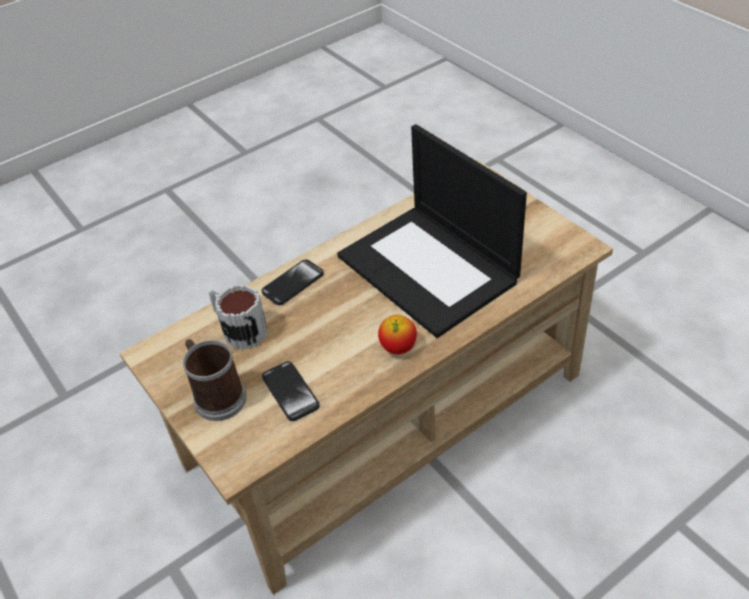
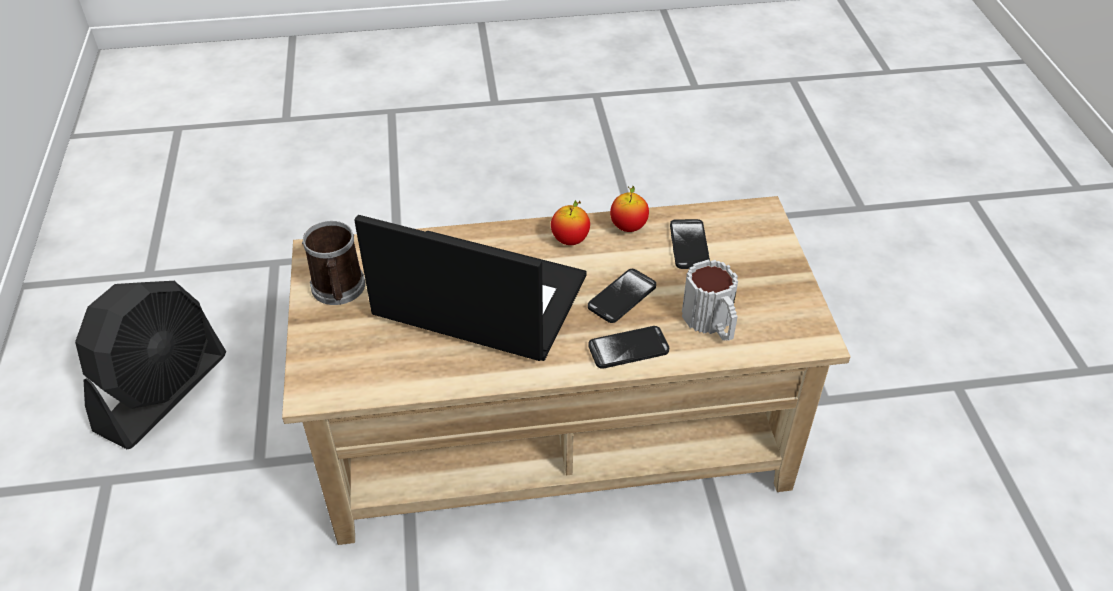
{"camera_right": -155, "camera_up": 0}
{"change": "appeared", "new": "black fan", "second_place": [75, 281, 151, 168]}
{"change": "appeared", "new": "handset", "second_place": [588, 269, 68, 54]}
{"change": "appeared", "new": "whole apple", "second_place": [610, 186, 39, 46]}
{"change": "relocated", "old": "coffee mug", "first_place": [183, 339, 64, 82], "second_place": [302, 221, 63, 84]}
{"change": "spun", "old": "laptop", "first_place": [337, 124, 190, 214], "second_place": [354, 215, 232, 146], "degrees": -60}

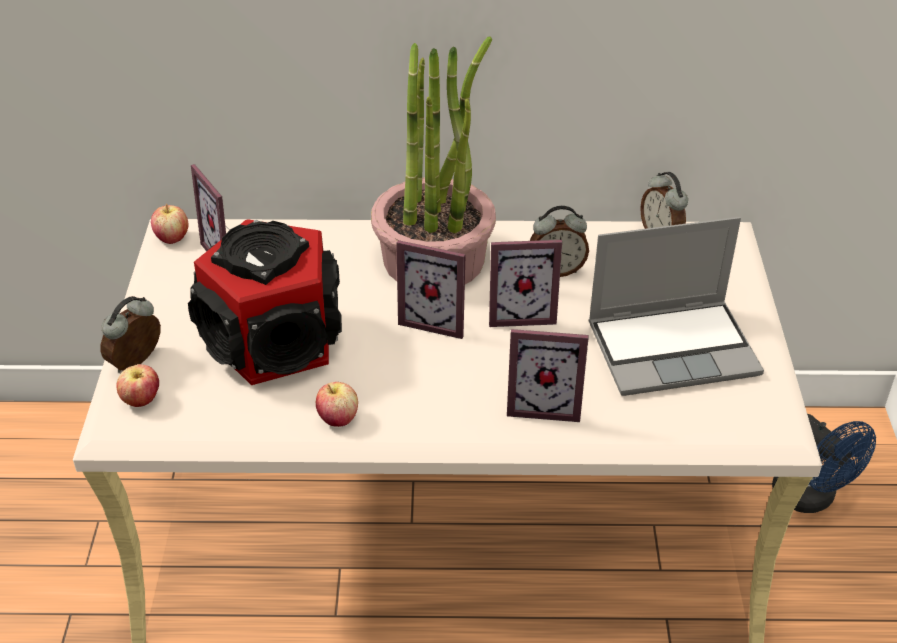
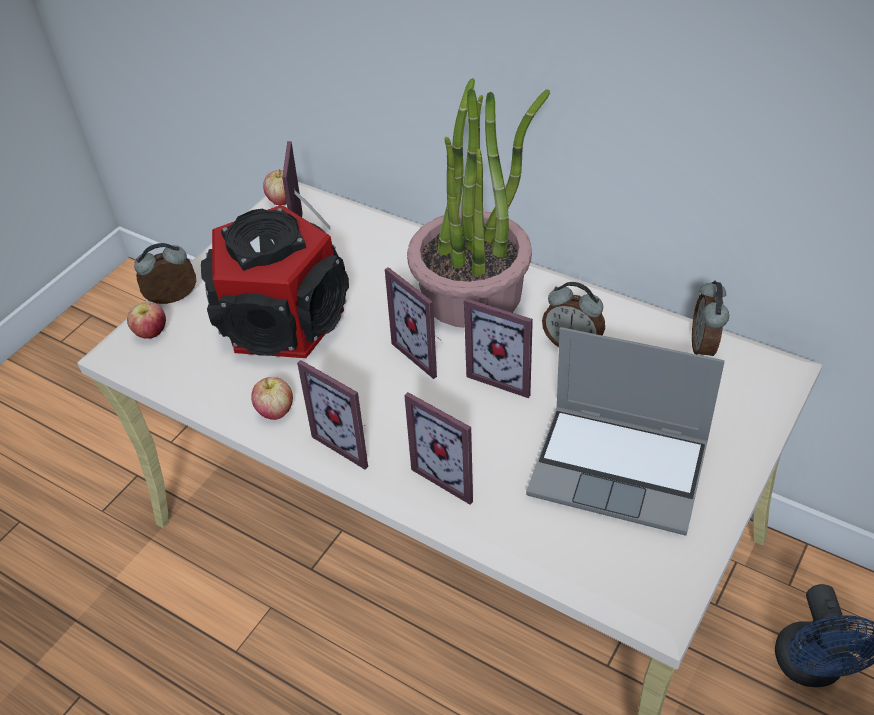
{"camera_right": 35, "camera_up": 5}
{"change": "appeared", "new": "photo frame", "second_place": [297, 360, 71, 110]}

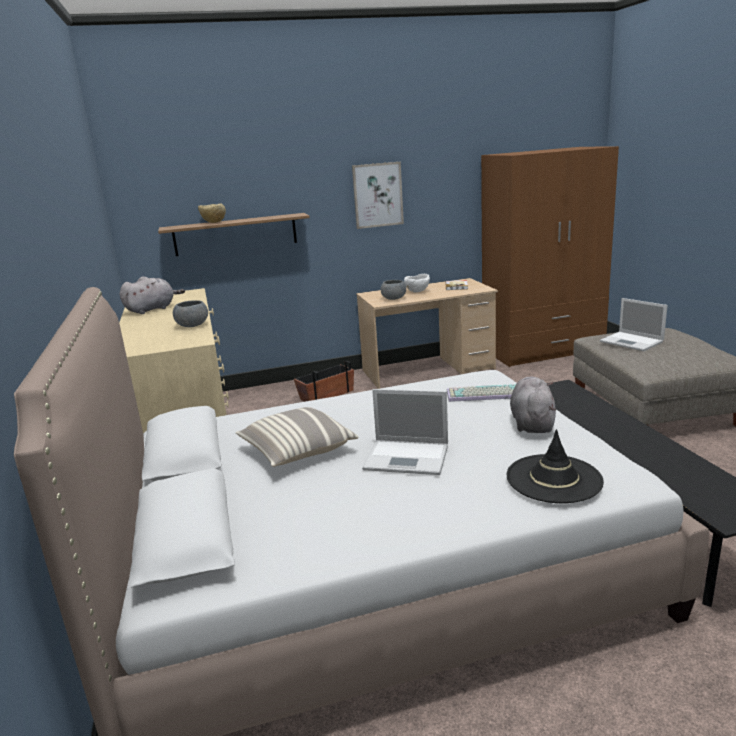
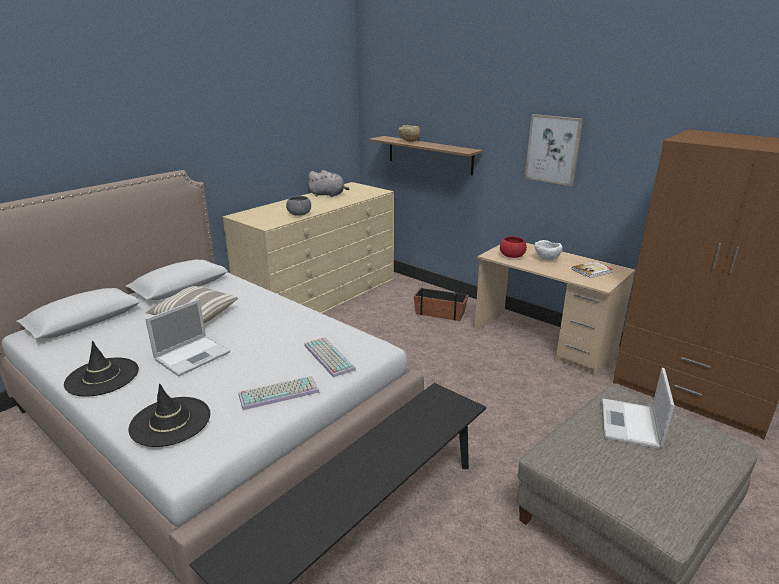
{"camera_right": 55, "camera_up": 5}
{"change": "appeared", "new": "black hat", "second_place": [64, 341, 75, 56]}
{"change": "exchanged", "old": "gray cuddly toy", "new": "PC keyboard", "first_place": [510, 377, 46, 56], "second_place": [239, 376, 80, 34]}
{"change": "colour", "old": "gray serving bowl", "new": "reddish serving bowl", "first_place": [381, 280, 25, 20], "second_place": [500, 236, 27, 22]}
{"change": "spun", "old": "laptop", "first_place": [362, 389, 86, 86], "second_place": [145, 299, 85, 77], "degrees": -120}

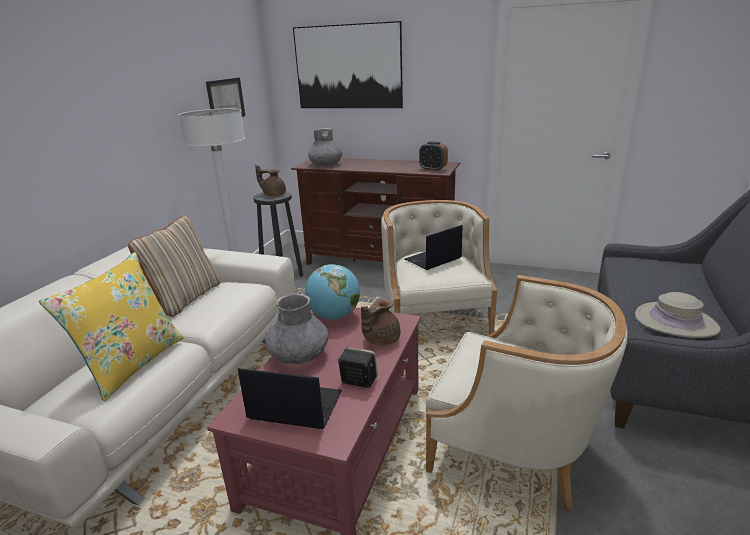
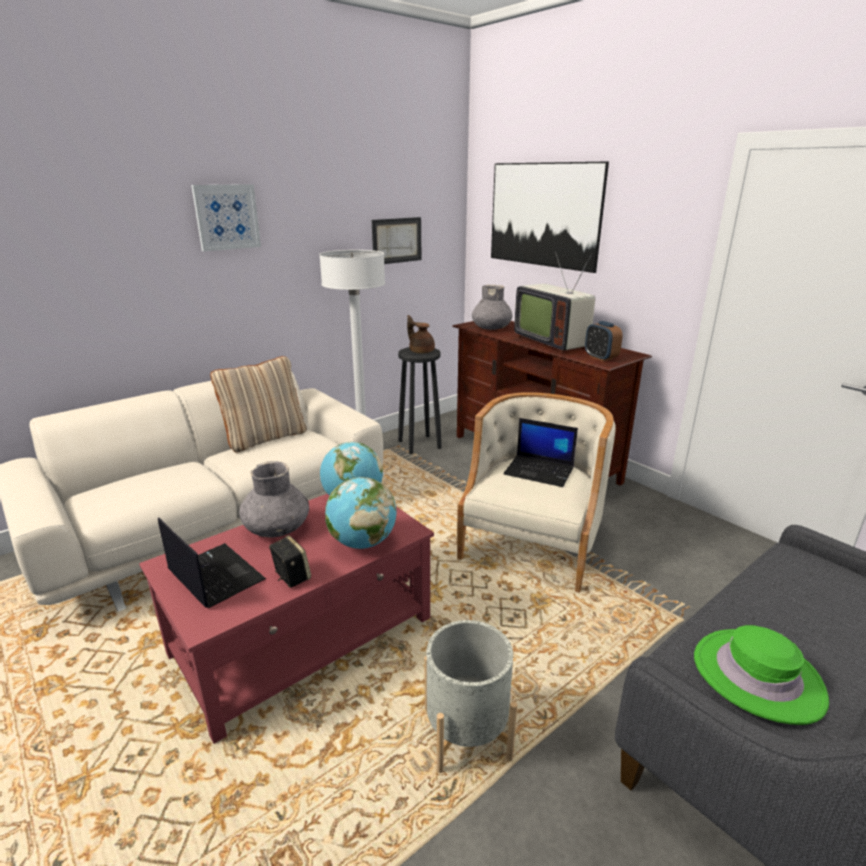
{"camera_right": 30, "camera_up": 0}
{"change": "missing", "old": "yellowish pillow", "first_place": [39, 252, 145, 150]}
{"change": "appeared", "new": "wall picture", "second_place": [191, 184, 70, 67]}
{"change": "appeared", "new": "TV set", "second_place": [514, 252, 81, 102]}
{"change": "exchanged", "old": "brownish teapot", "new": "world globe", "first_place": [361, 299, 39, 47], "second_place": [325, 477, 71, 72]}
{"change": "exchanged", "old": "beige armchair", "new": "gray plant pot", "first_place": [426, 275, 202, 237], "second_place": [424, 620, 93, 153]}
{"change": "colour", "old": "beige hat", "new": "green hat", "first_place": [635, 292, 86, 46], "second_place": [694, 625, 135, 100]}
{"change": "spun", "old": "laptop", "first_place": [405, 225, 57, 45], "second_place": [503, 418, 75, 69], "degrees": -150}

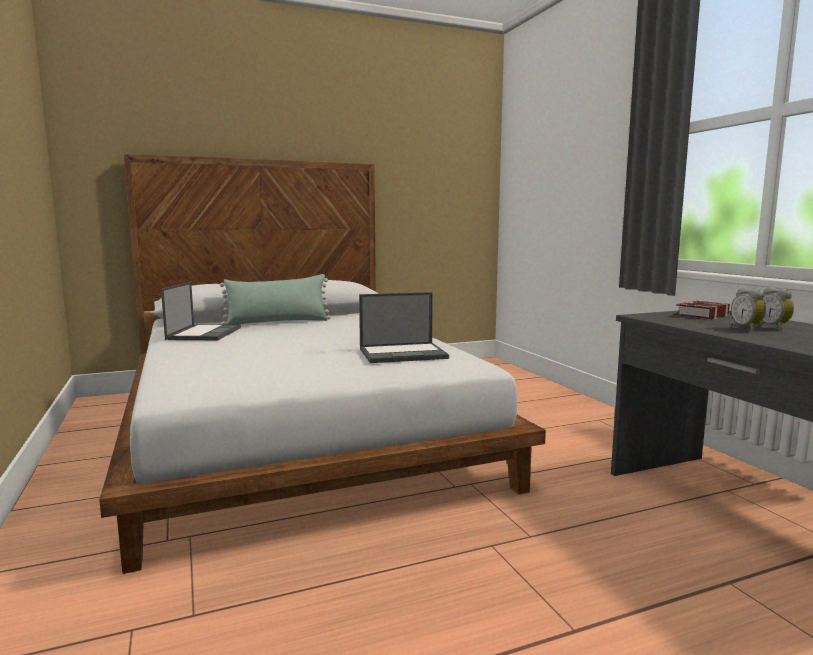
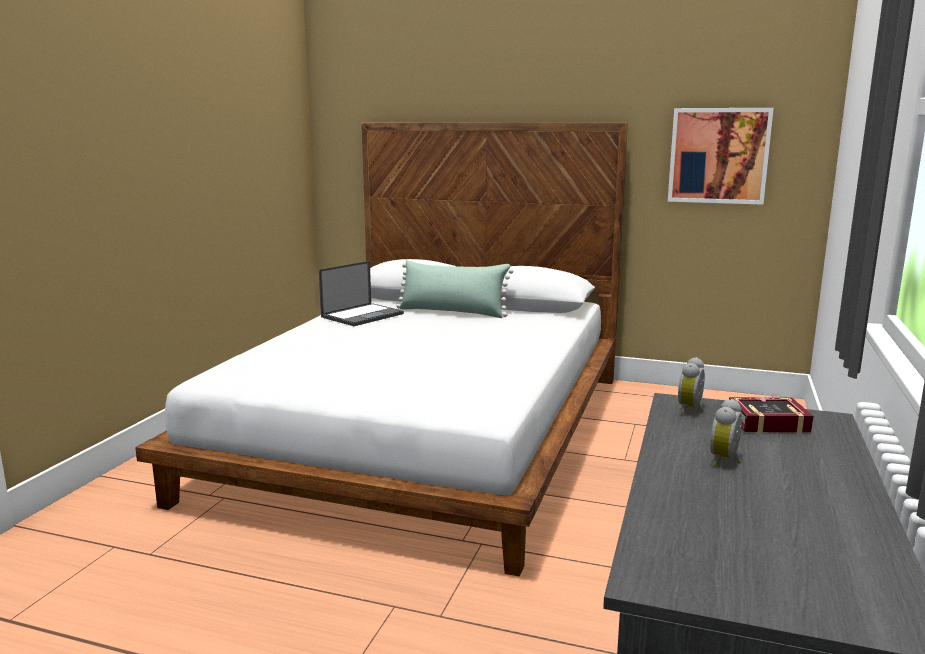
{"camera_right": 40, "camera_up": 5}
{"change": "missing", "old": "laptop", "first_place": [359, 292, 90, 71]}
{"change": "appeared", "new": "wall picture", "second_place": [668, 108, 106, 97]}
{"change": "relocated", "old": "alarm clock", "first_place": [760, 287, 34, 43], "second_place": [678, 357, 27, 57]}

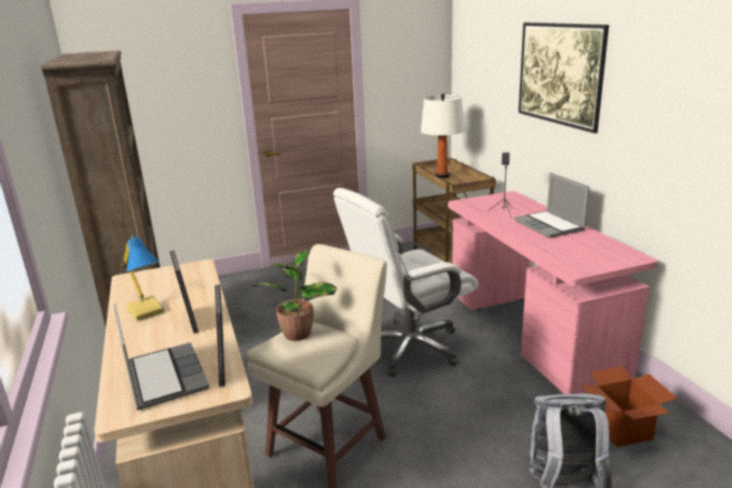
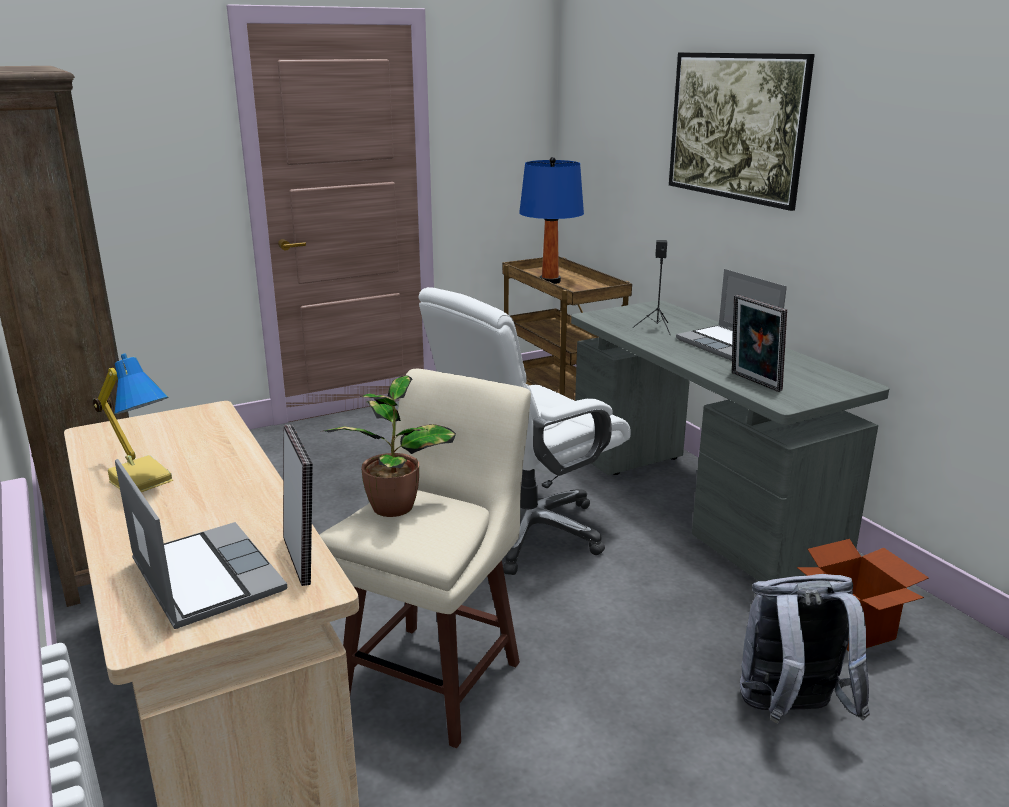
{"camera_right": -10, "camera_up": 0}
{"change": "relocated", "old": "photo frame", "first_place": [170, 250, 29, 83], "second_place": [732, 295, 55, 97]}
{"change": "colour", "old": "white-coloured lamp for a table", "new": "bluish lamp for a table", "first_place": [421, 93, 44, 85], "second_place": [519, 157, 65, 127]}
{"change": "colour", "old": "pink-coloured desk unit", "new": "gray desk unit", "first_place": [448, 191, 209, 203], "second_place": [571, 300, 319, 281]}

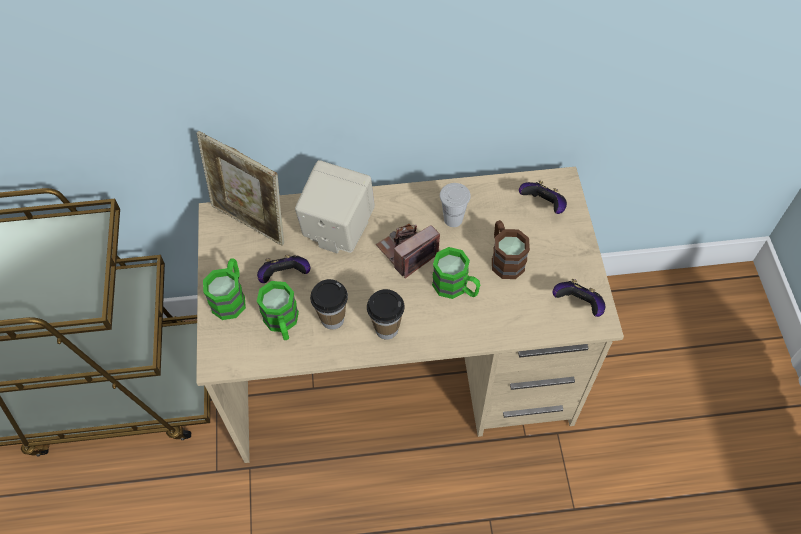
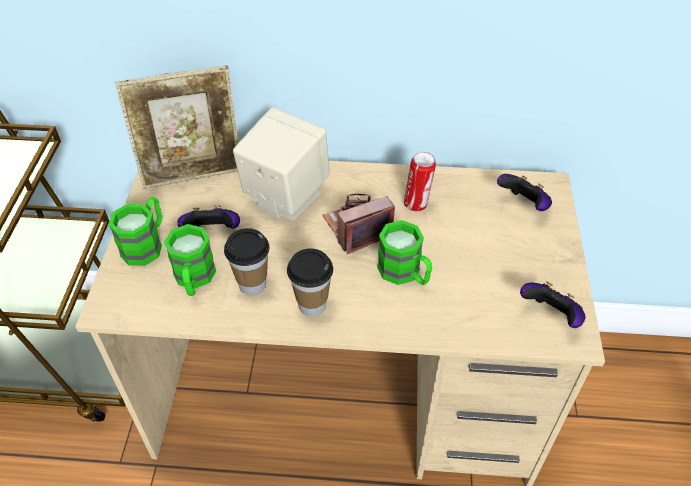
{"camera_right": 10, "camera_up": -10}
{"change": "missing", "old": "brownish coffee mug", "first_place": [492, 220, 38, 59]}
{"change": "exchanged", "old": "white-coloured cup", "new": "can", "first_place": [440, 183, 31, 44], "second_place": [404, 152, 32, 60]}
{"change": "spun", "old": "photo frame", "first_place": [197, 131, 87, 115], "second_place": [115, 65, 123, 124], "degrees": -60}

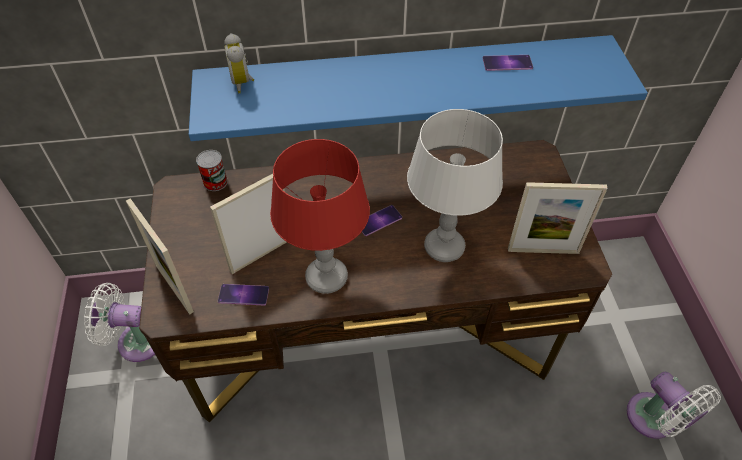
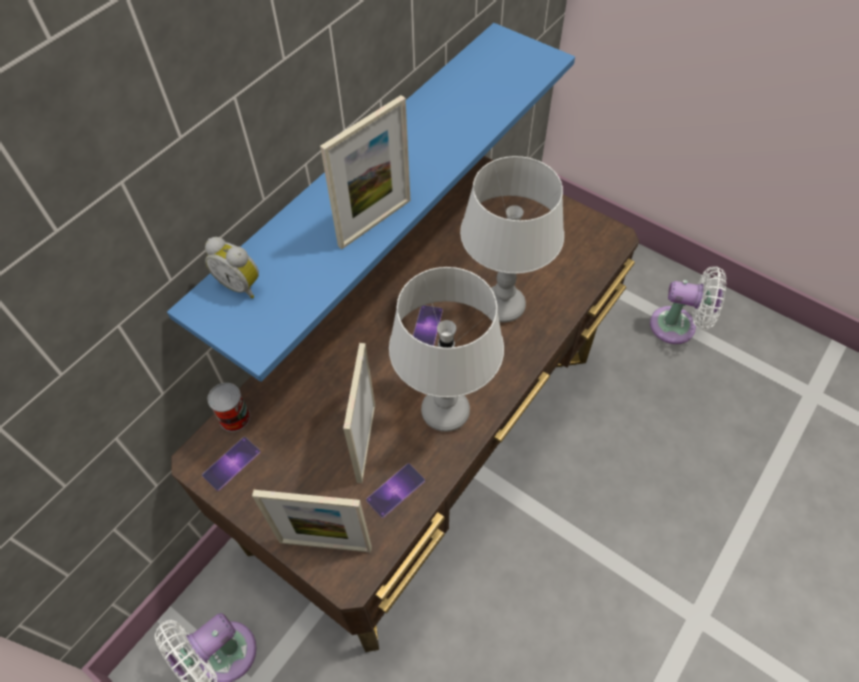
{"camera_right": -45, "camera_up": 5}
{"change": "relocated", "old": "handset", "first_place": [483, 55, 50, 16], "second_place": [202, 437, 58, 54]}
{"change": "relocated", "old": "photo frame", "first_place": [508, 182, 100, 72], "second_place": [320, 95, 91, 154]}
{"change": "colour", "old": "reddish lamp for a table", "new": "gray lamp for a table", "first_place": [270, 139, 100, 155], "second_place": [389, 267, 115, 165]}

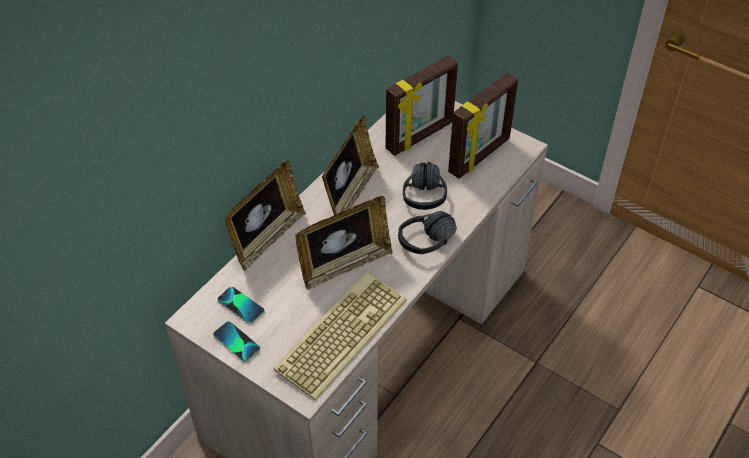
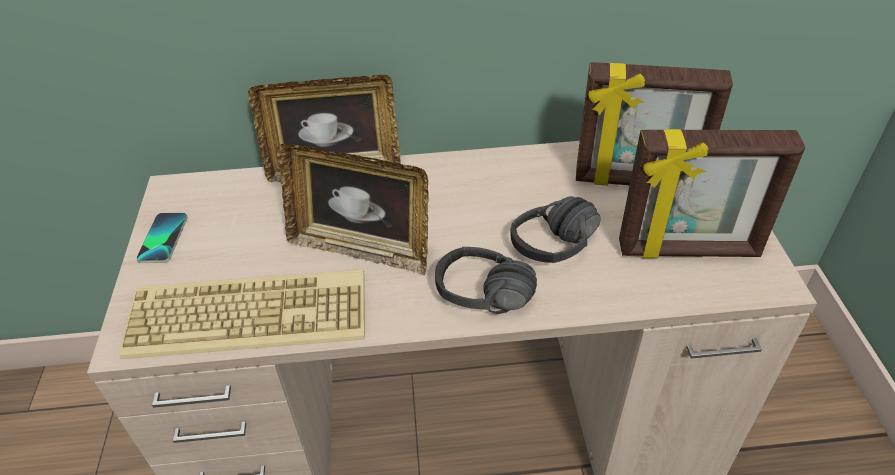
{"camera_right": 50, "camera_up": -5}
{"change": "missing", "old": "handset", "first_place": [217, 287, 48, 37]}
{"change": "missing", "old": "photo frame", "first_place": [322, 116, 57, 99]}

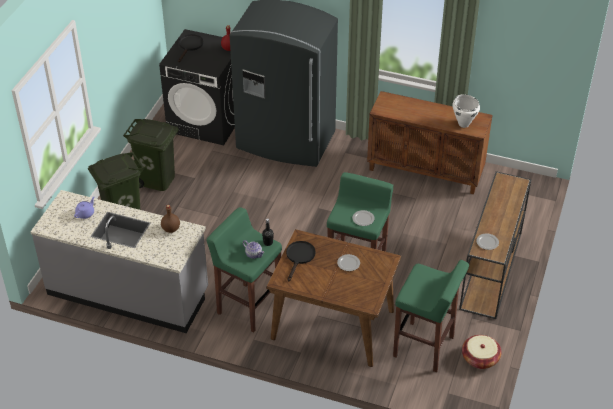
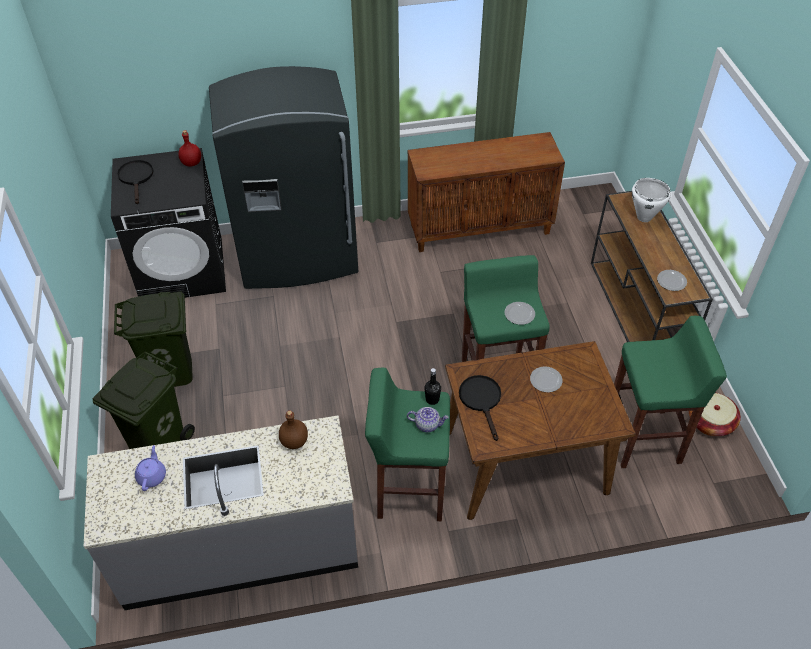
{"camera_right": -30, "camera_up": 5}
{"change": "relocated", "old": "white-coloured stockpot", "first_place": [453, 94, 27, 34], "second_place": [632, 178, 39, 44]}

